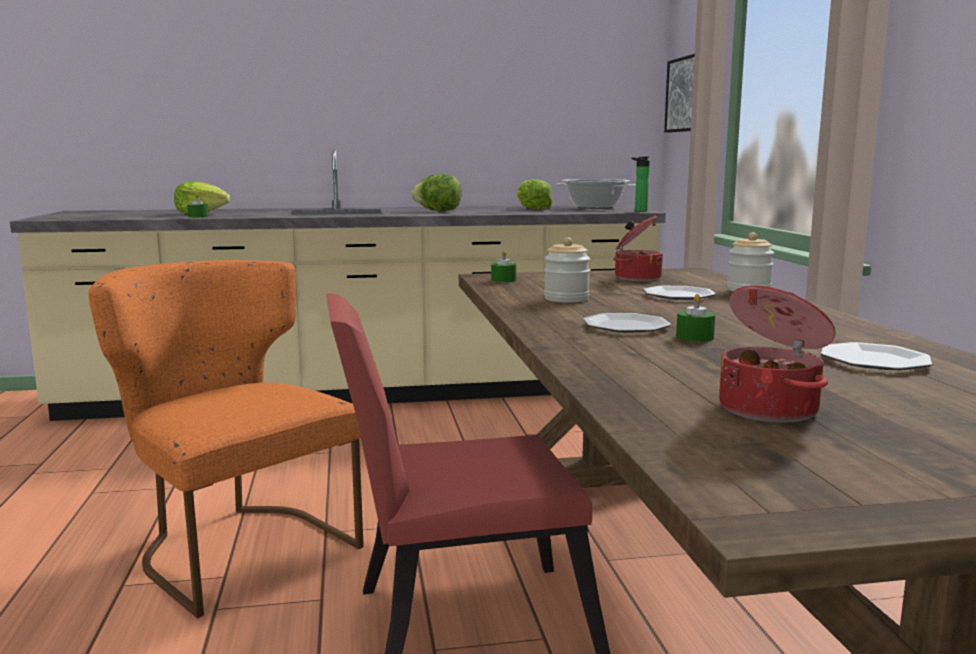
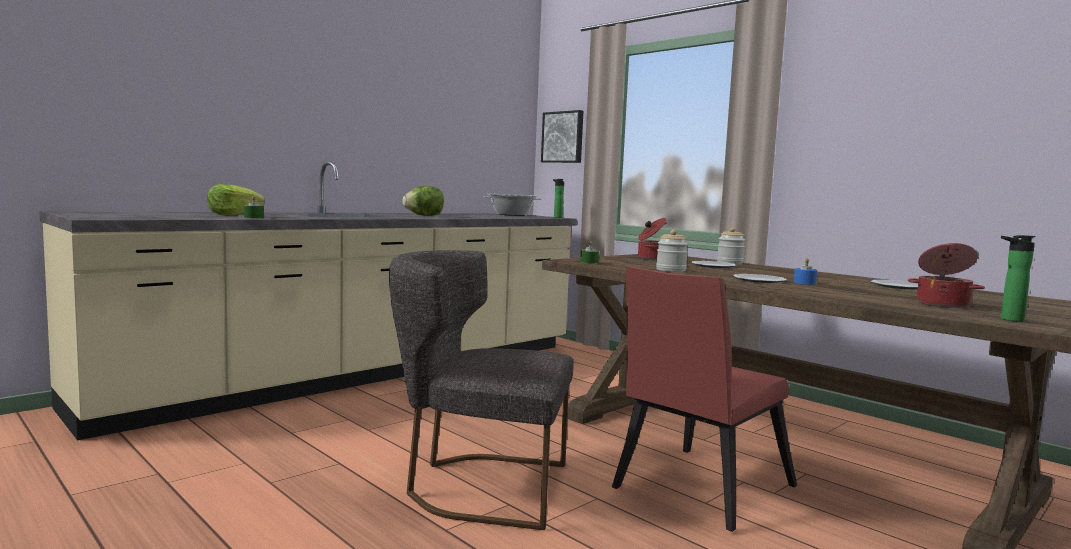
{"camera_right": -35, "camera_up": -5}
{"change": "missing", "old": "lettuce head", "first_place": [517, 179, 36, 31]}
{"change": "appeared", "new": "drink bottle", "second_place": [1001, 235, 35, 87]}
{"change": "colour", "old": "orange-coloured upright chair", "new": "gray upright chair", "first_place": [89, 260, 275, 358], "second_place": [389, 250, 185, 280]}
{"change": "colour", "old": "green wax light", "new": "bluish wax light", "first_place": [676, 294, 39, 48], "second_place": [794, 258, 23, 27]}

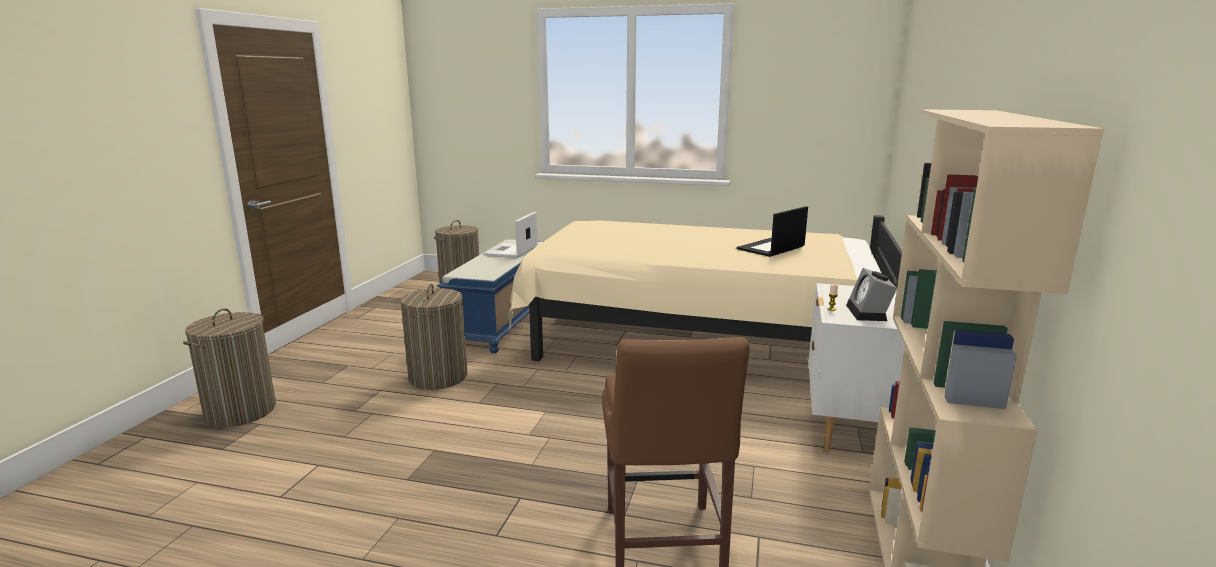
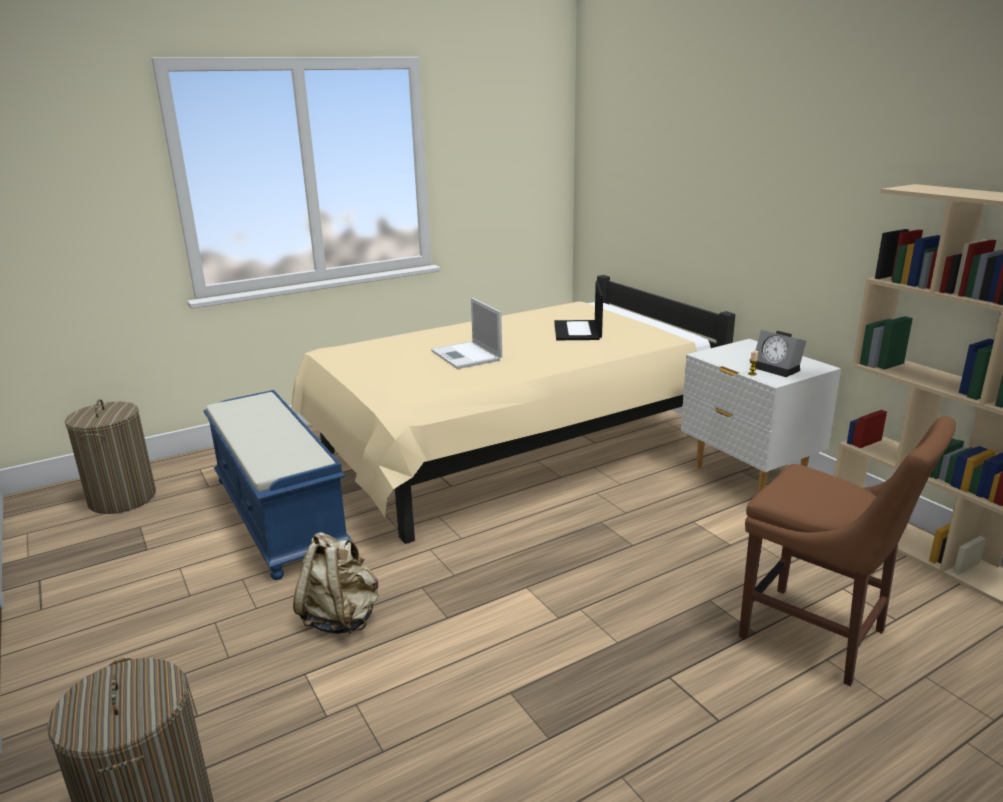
{"camera_right": -45, "camera_up": 5}
{"change": "relocated", "old": "laptop", "first_place": [484, 212, 54, 46], "second_place": [431, 298, 71, 71]}
{"change": "exchanged", "old": "washing basket", "new": "beige knapsack", "first_place": [400, 284, 67, 106], "second_place": [293, 532, 86, 102]}

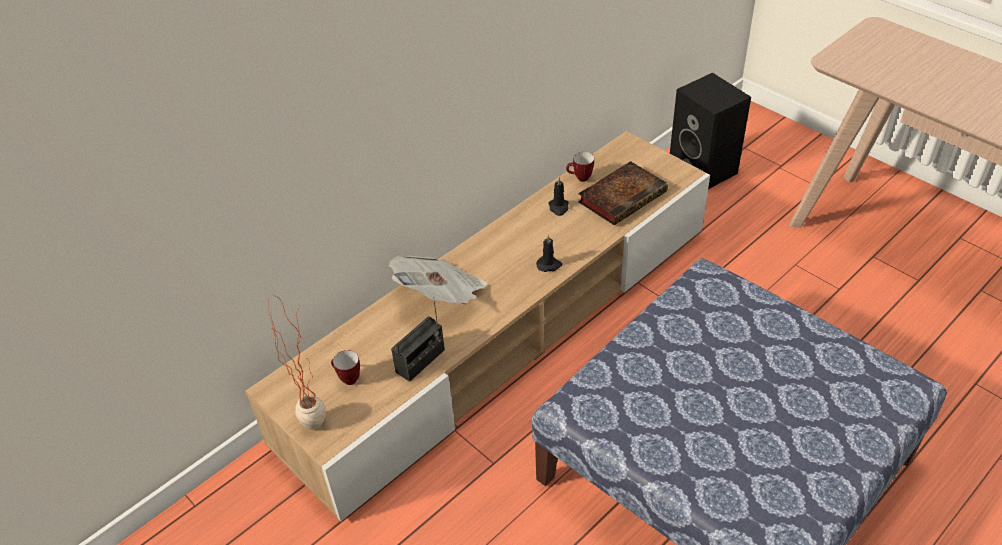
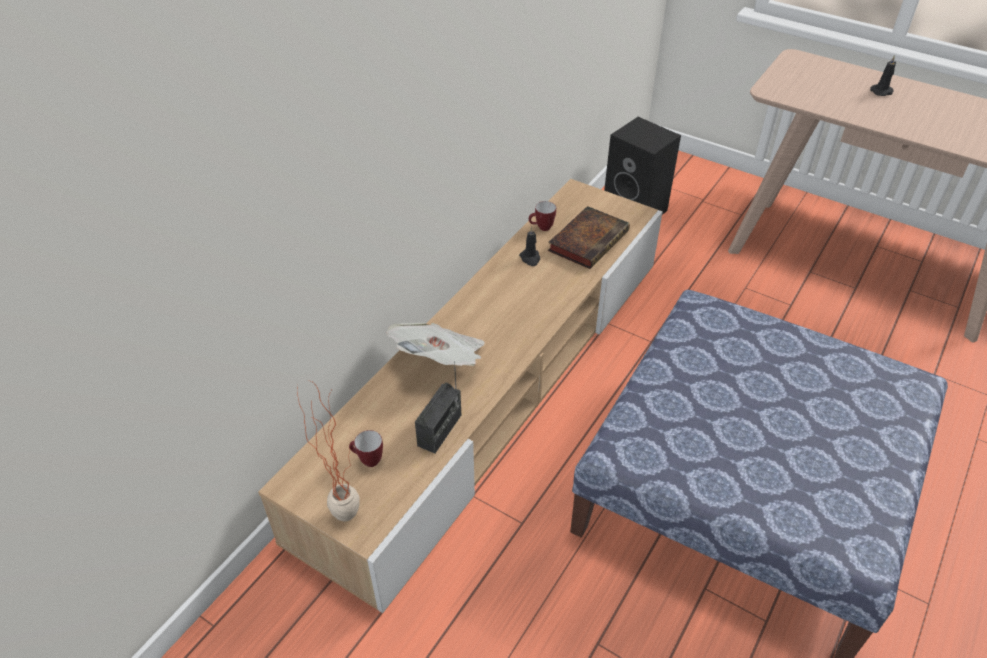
{"camera_right": -15, "camera_up": 0}
{"change": "relocated", "old": "black wax light", "first_place": [536, 234, 26, 38], "second_place": [870, 55, 26, 41]}

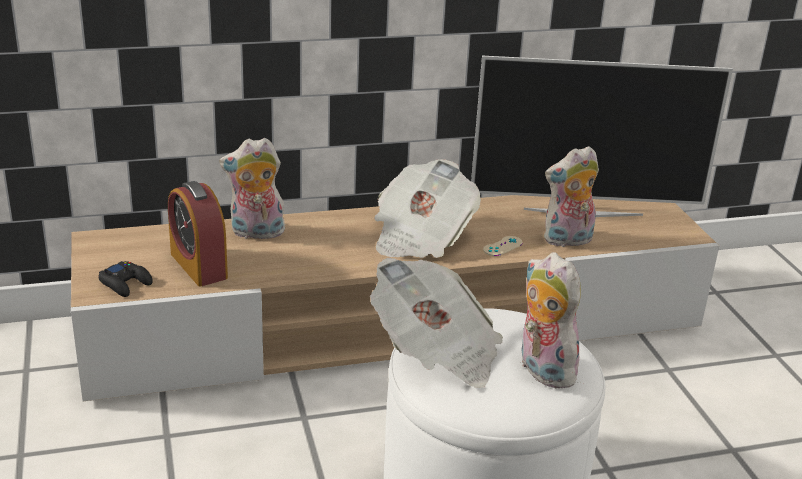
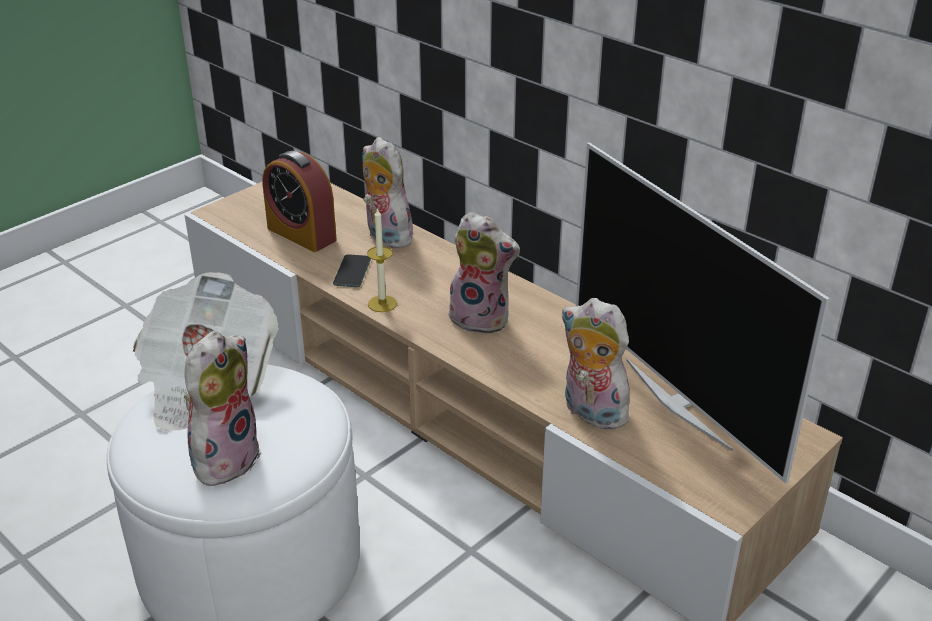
{"camera_right": 60, "camera_up": 5}
{"change": "missing", "old": "black joypad", "first_place": [98, 261, 55, 36]}
{"change": "missing", "old": "beige joypad", "first_place": [483, 236, 40, 20]}
{"change": "appeared", "new": "handset", "second_place": [333, 254, 38, 33]}
{"change": "appeared", "new": "wax light", "second_place": [367, 207, 30, 105]}
{"change": "exchanged", "old": "printed paper", "new": "cuddly toy", "first_place": [374, 159, 107, 99], "second_place": [449, 212, 71, 123]}
{"change": "spun", "old": "alarm clock", "first_place": [168, 181, 60, 106], "second_place": [262, 151, 75, 101], "degrees": -75}

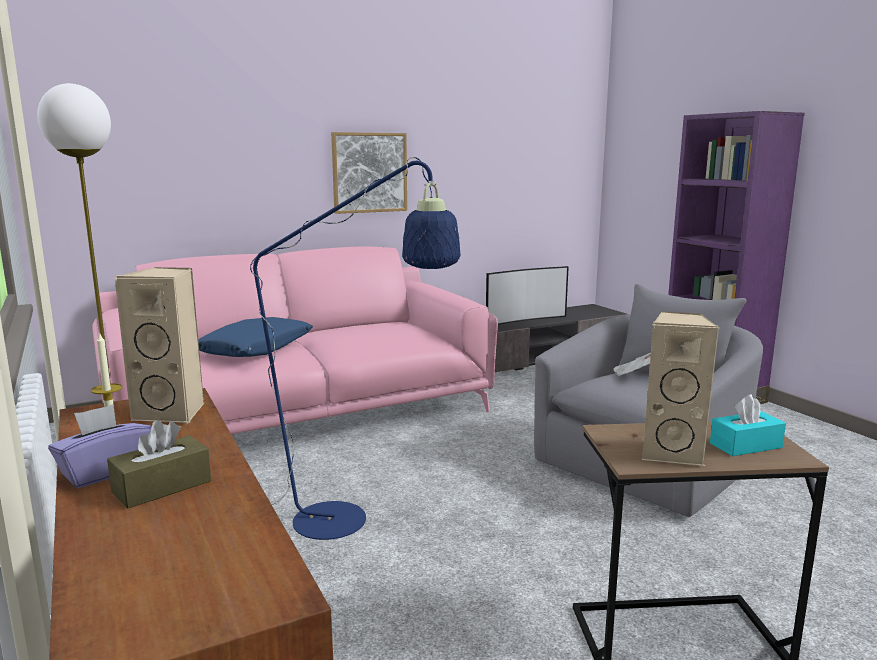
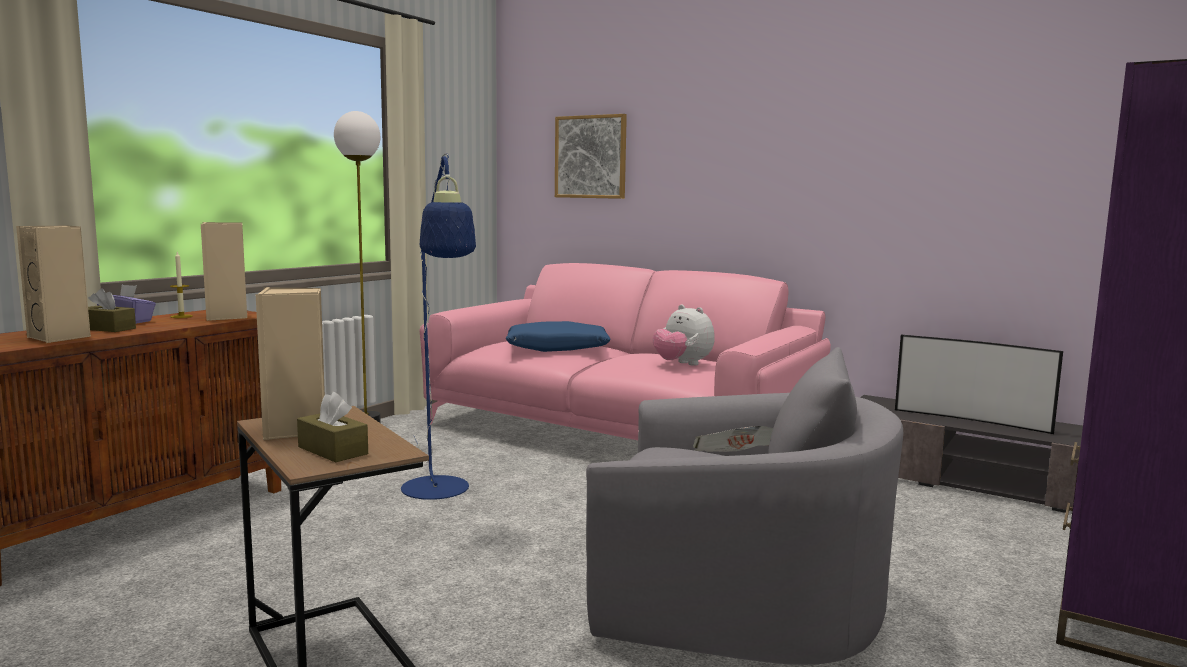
{"camera_right": 60, "camera_up": -5}
{"change": "appeared", "new": "beige speaker", "second_place": [16, 225, 75, 118]}
{"change": "appeared", "new": "cuddly toy", "second_place": [653, 305, 61, 61]}
{"change": "relocated", "old": "wall picture", "first_place": [331, 132, 76, 82], "second_place": [555, 114, 72, 85]}
{"change": "colour", "old": "turquoise-coloured tissue holder", "new": "brownish tissue holder", "first_place": [710, 395, 76, 61], "second_place": [297, 392, 71, 71]}

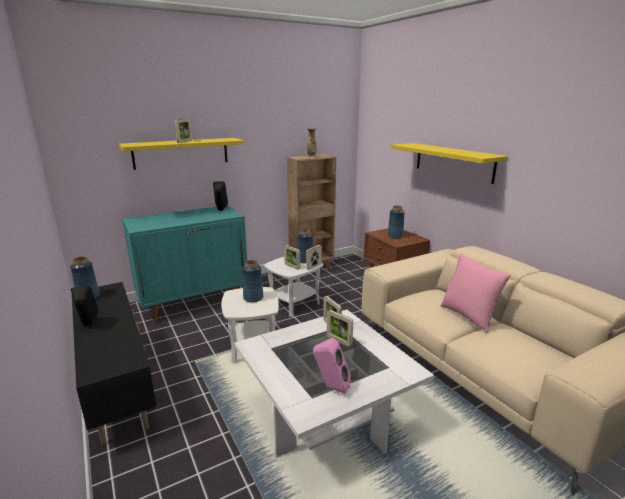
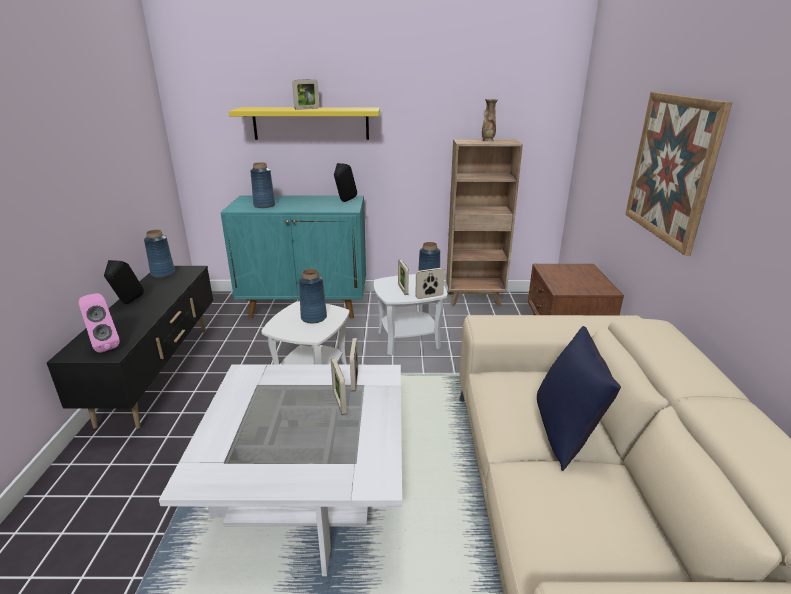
{"camera_right": 30, "camera_up": 5}
{"change": "relocated", "old": "pink-coloured speaker", "first_place": [313, 338, 38, 55], "second_place": [79, 293, 41, 60]}
{"change": "relocated", "old": "bluish flower vase", "first_place": [387, 206, 18, 33], "second_place": [250, 162, 25, 46]}
{"change": "exchanged", "old": "yellowish wall shelf", "new": "wall picture", "first_place": [391, 143, 117, 41], "second_place": [625, 92, 107, 164]}
{"change": "colour", "old": "pink-coloured pillow", "new": "bluish pillow", "first_place": [441, 253, 70, 80], "second_place": [537, 326, 84, 145]}

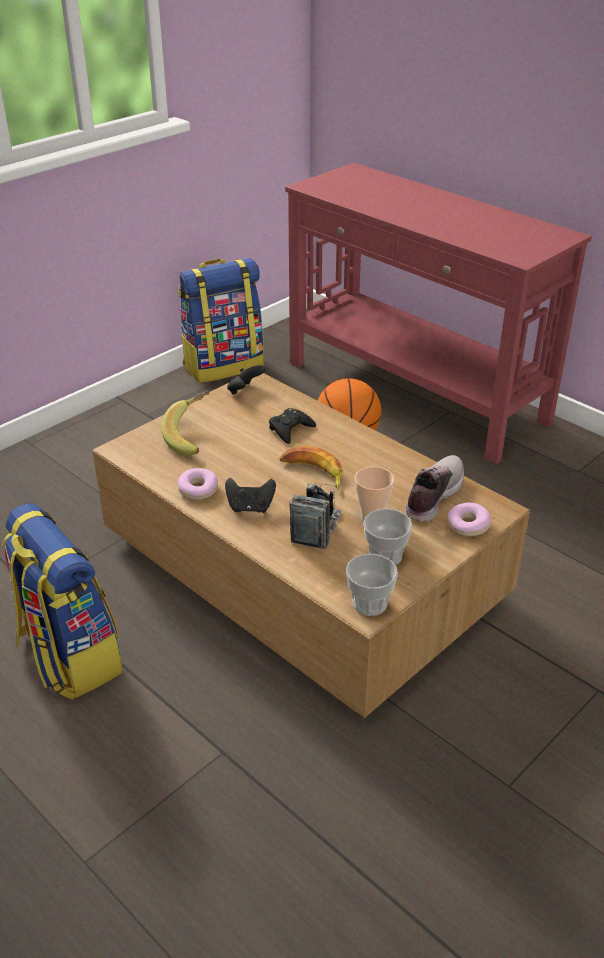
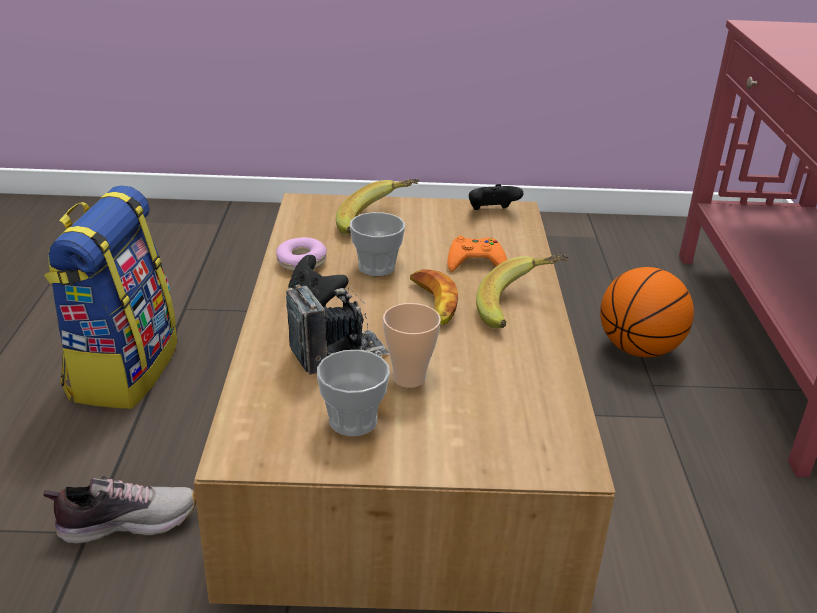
{"camera_right": 45, "camera_up": -5}
{"change": "missing", "old": "knapsack", "first_place": [178, 258, 86, 125]}
{"change": "missing", "old": "donut", "first_place": [447, 503, 44, 33]}
{"change": "appeared", "new": "banana fruit", "second_place": [476, 255, 92, 73]}
{"change": "relocated", "old": "cup", "first_place": [346, 554, 52, 62], "second_place": [350, 212, 55, 64]}
{"change": "relocated", "old": "item of footwear", "first_place": [405, 455, 59, 67], "second_place": [43, 476, 153, 68]}
{"change": "colour", "old": "black joypad", "new": "orange-coloured joypad", "first_place": [269, 408, 47, 36], "second_place": [447, 236, 60, 36]}

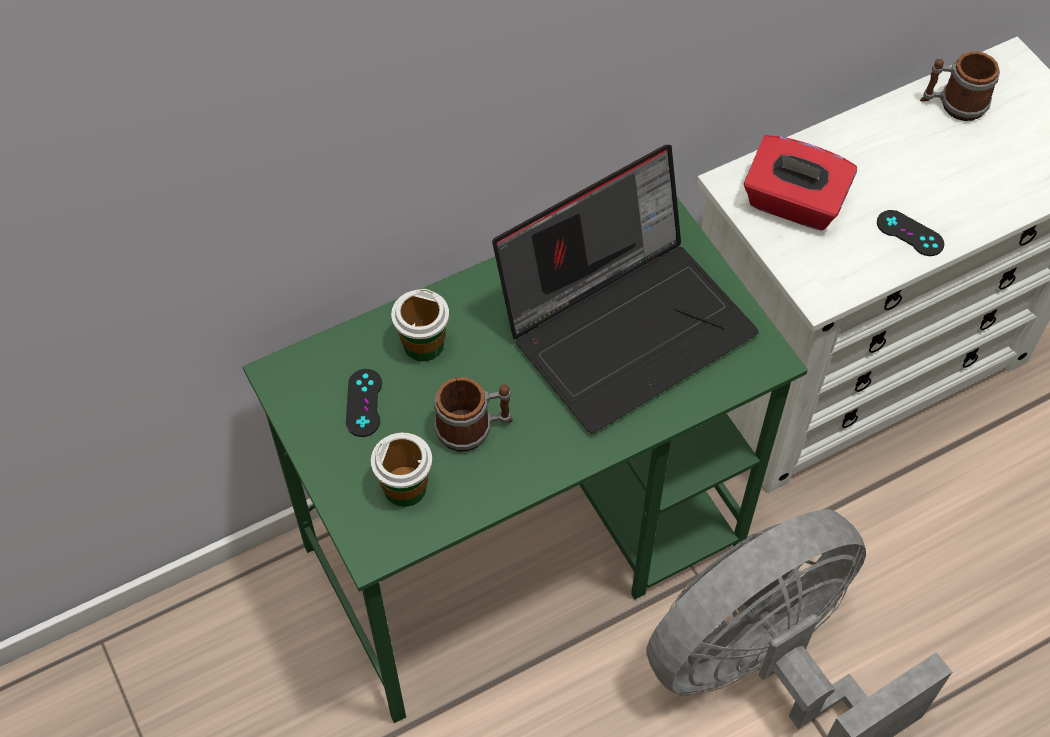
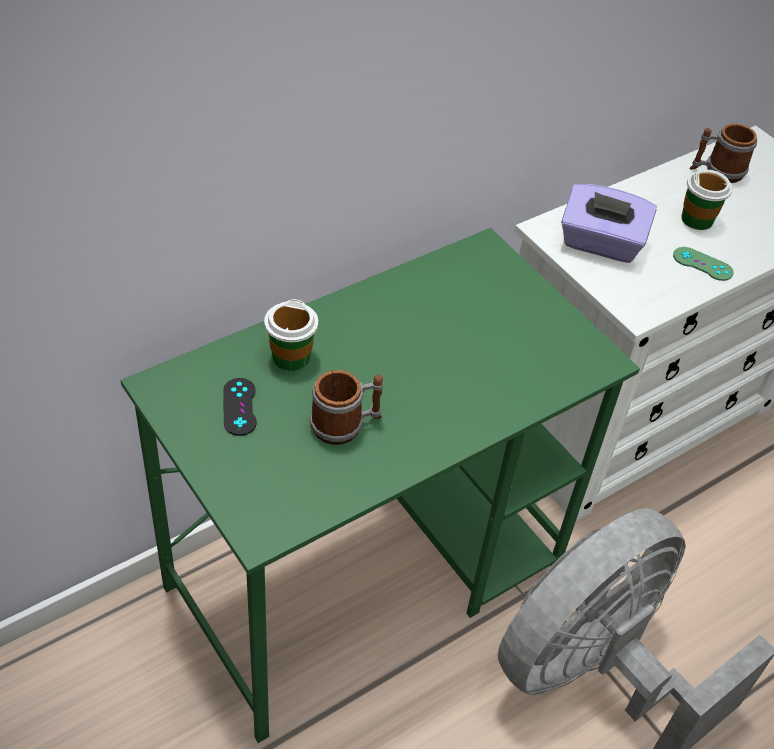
{"camera_right": -10, "camera_up": -10}
{"change": "missing", "old": "laptop", "first_place": [492, 145, 267, 289]}
{"change": "relocated", "old": "cup", "first_place": [371, 433, 61, 74], "second_place": [681, 169, 52, 61]}
{"change": "colour", "old": "reddish tissue holder", "new": "purplish tissue holder", "first_place": [744, 135, 113, 96], "second_place": [561, 184, 96, 79]}
{"change": "colour", "old": "black joypad", "new": "green joypad", "first_place": [877, 210, 67, 46], "second_place": [673, 247, 61, 34]}

